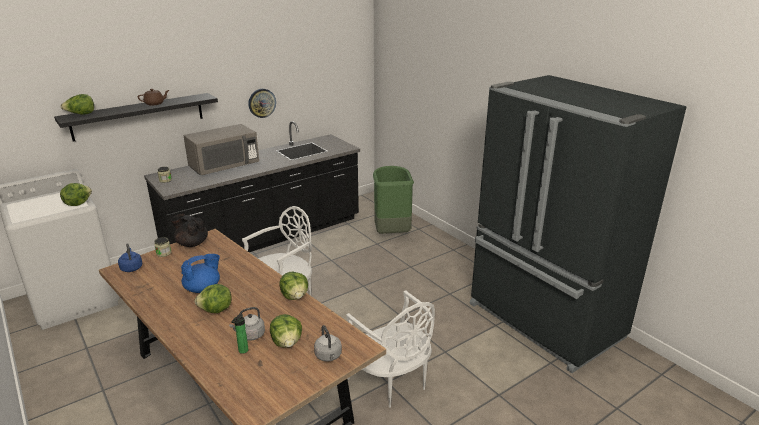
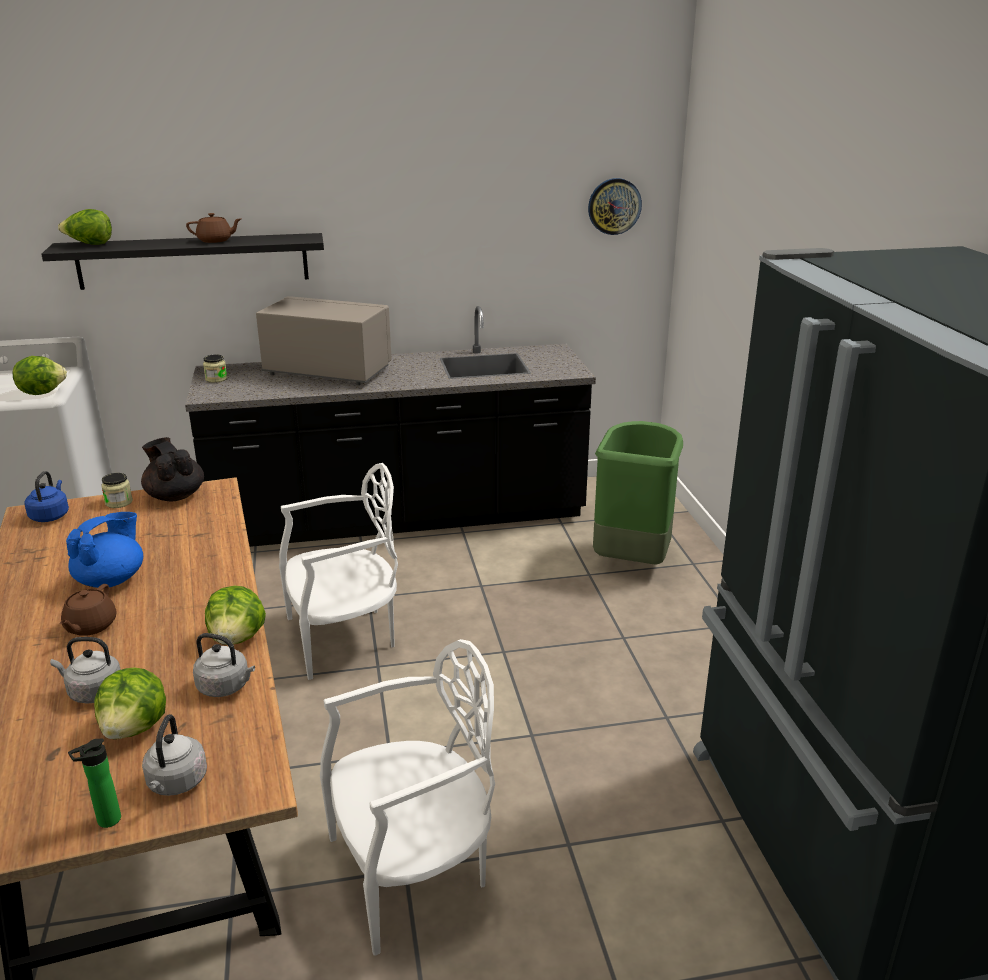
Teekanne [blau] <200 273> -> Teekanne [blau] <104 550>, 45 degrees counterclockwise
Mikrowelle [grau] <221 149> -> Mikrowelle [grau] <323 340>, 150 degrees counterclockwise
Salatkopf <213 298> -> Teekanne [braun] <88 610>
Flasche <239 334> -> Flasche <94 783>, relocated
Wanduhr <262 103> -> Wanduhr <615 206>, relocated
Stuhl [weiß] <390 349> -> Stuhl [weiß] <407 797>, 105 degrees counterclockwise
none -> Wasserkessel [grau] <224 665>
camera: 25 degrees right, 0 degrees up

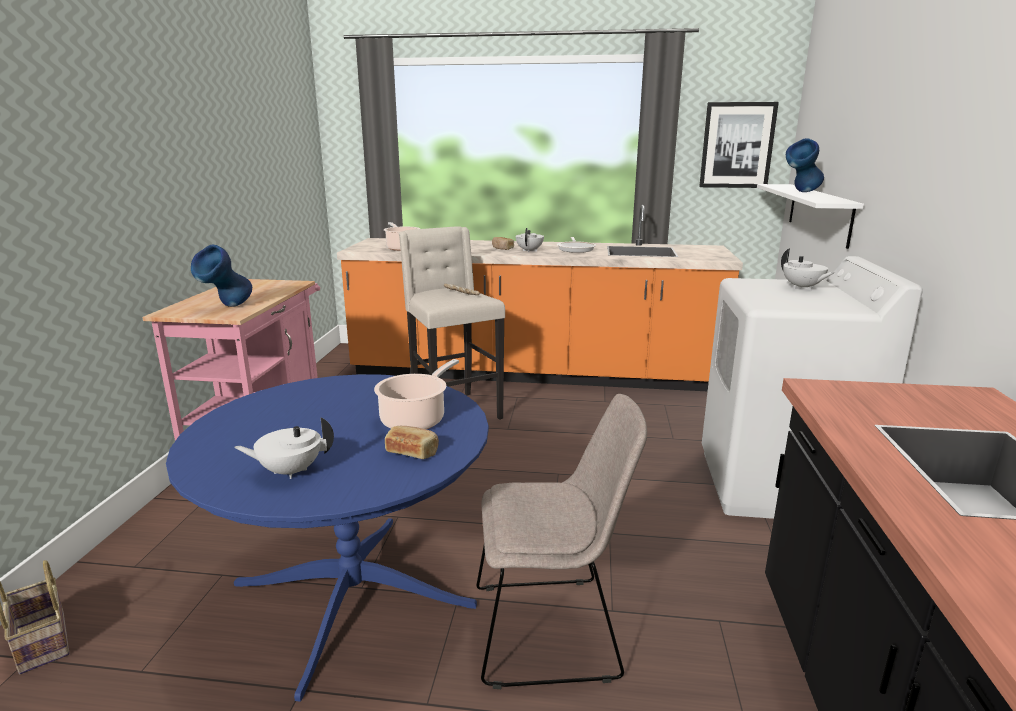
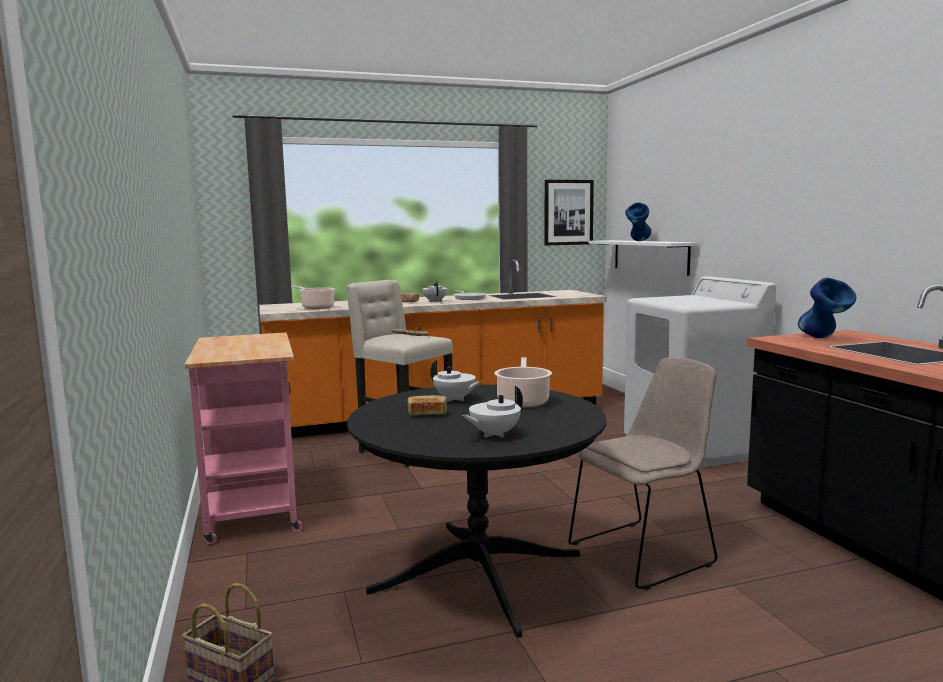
Esstisch [blau] <327 538> -> Esstisch [schwarz] <476 511>
Vase [blau] <221 275> -> Vase [blau] <827 308>, relocated
Brot <412 442> -> Brot <427 405>, relocated
Teekanne [weiß] <808 269> -> Teekanne [weiß] <456 381>, relocated
camera: 25 degrees left, 10 degrees down

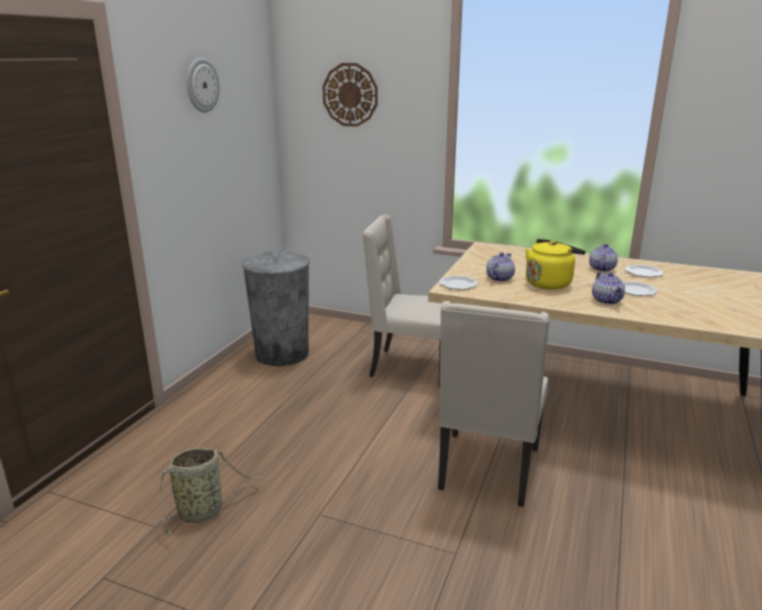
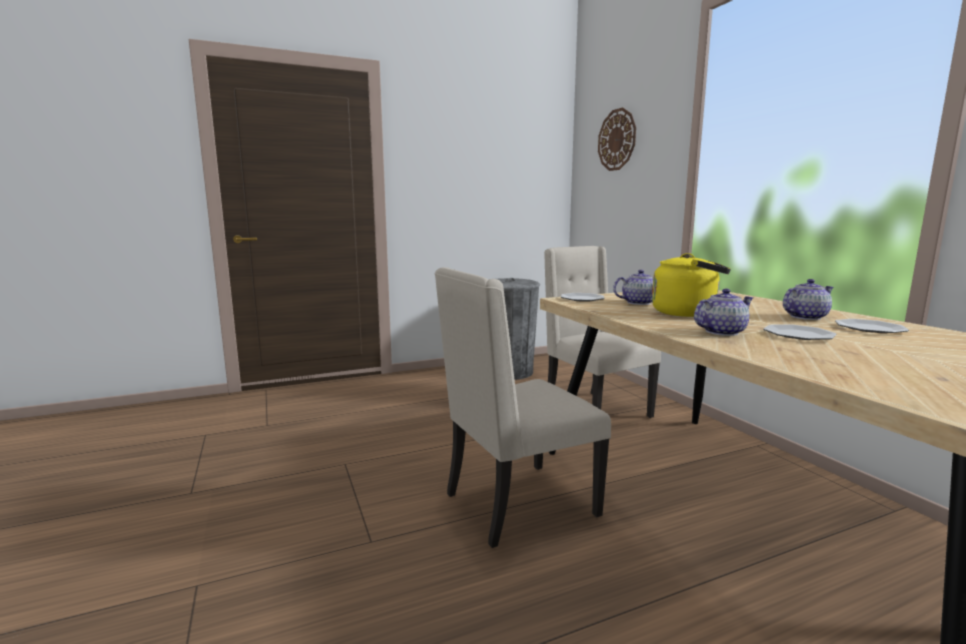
Korb <206 491> -> none
Wanduhr <203 85> -> none
Teekanne <608 288> -> Teekanne <723 312>, 150 degrees counterclockwise
camera: 45 degrees right, 10 degrees down

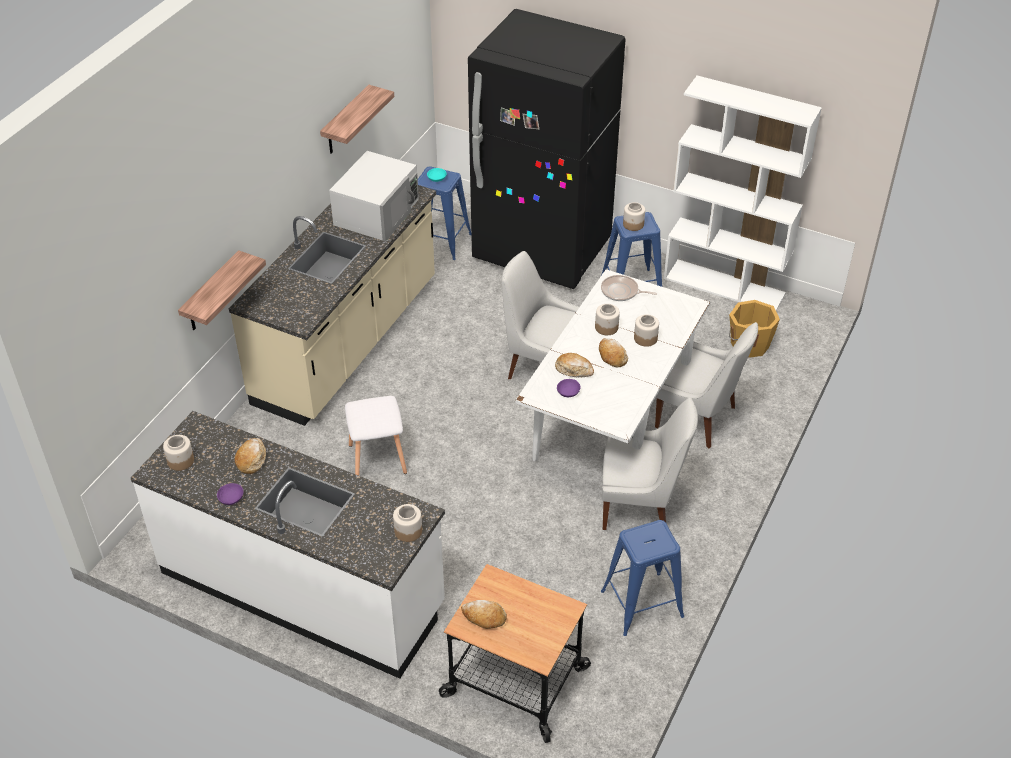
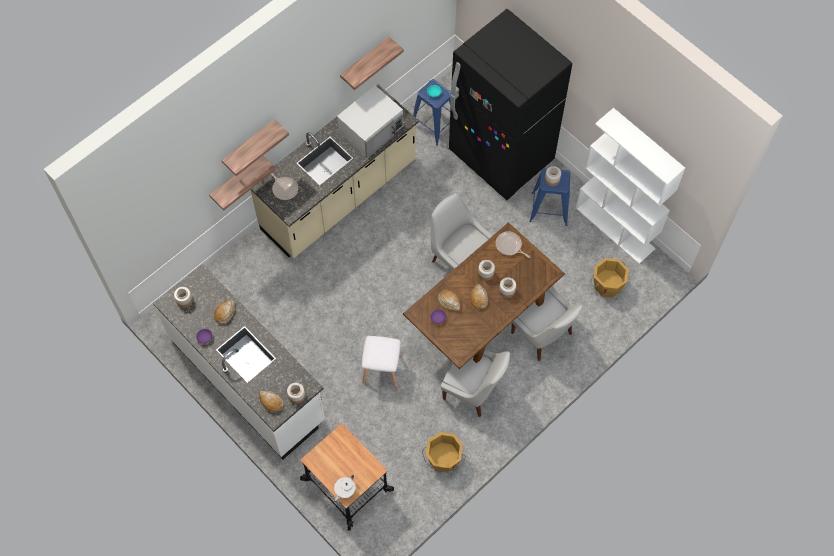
Hocker [weiß] <376 436> -> Hocker [weiß] <381 361>, relocated
Brot <484 614> -> Brot <271 401>, relocated
Esstisch [weiß] <612 365> -> Esstisch [braun] <484 295>
Hocker [blau] <642 578> -> Eimer [orange] <444 452>
none -> Wandregal <255 147>
none -> Pfanne <284 186>
none -> Teekanne [weiß] <344 488>
camera: 20 degrees right, 20 degrees up

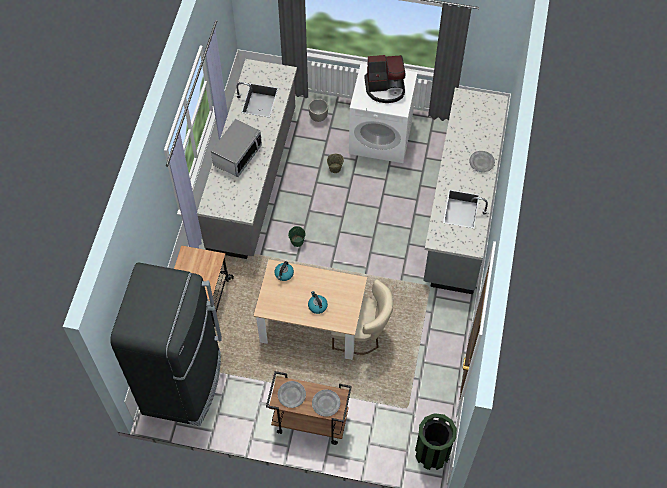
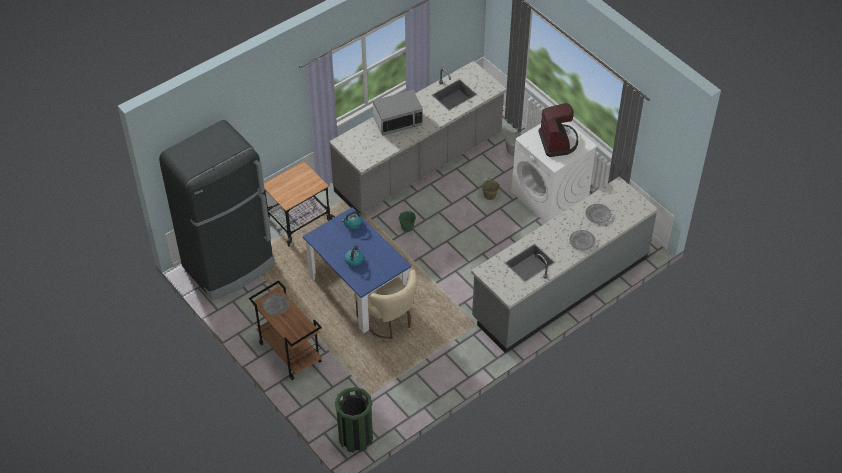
Esstisch [beige] <310 309> -> Esstisch [blau] <357 270>
Teller [grau] <326 403> -> Teller [grau] <598 213>, relocated
Kaffeemaschine <385 79> -> Kaffeemaschine <558 130>, 135 degrees counterclockwise
camera: 40 degrees right, 10 degrees down

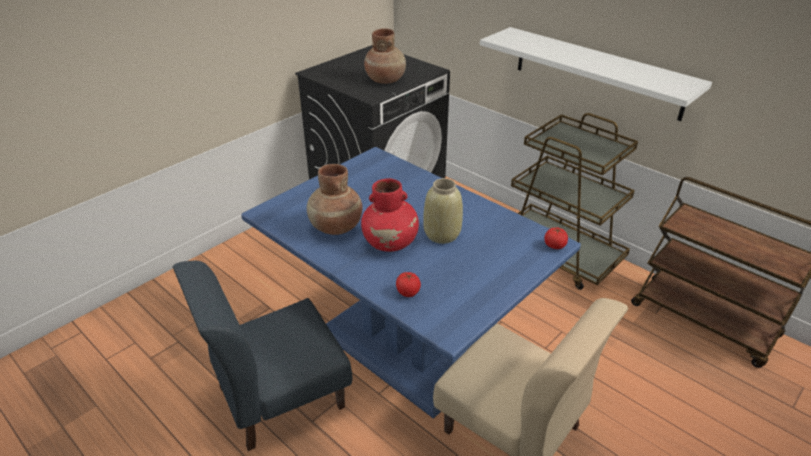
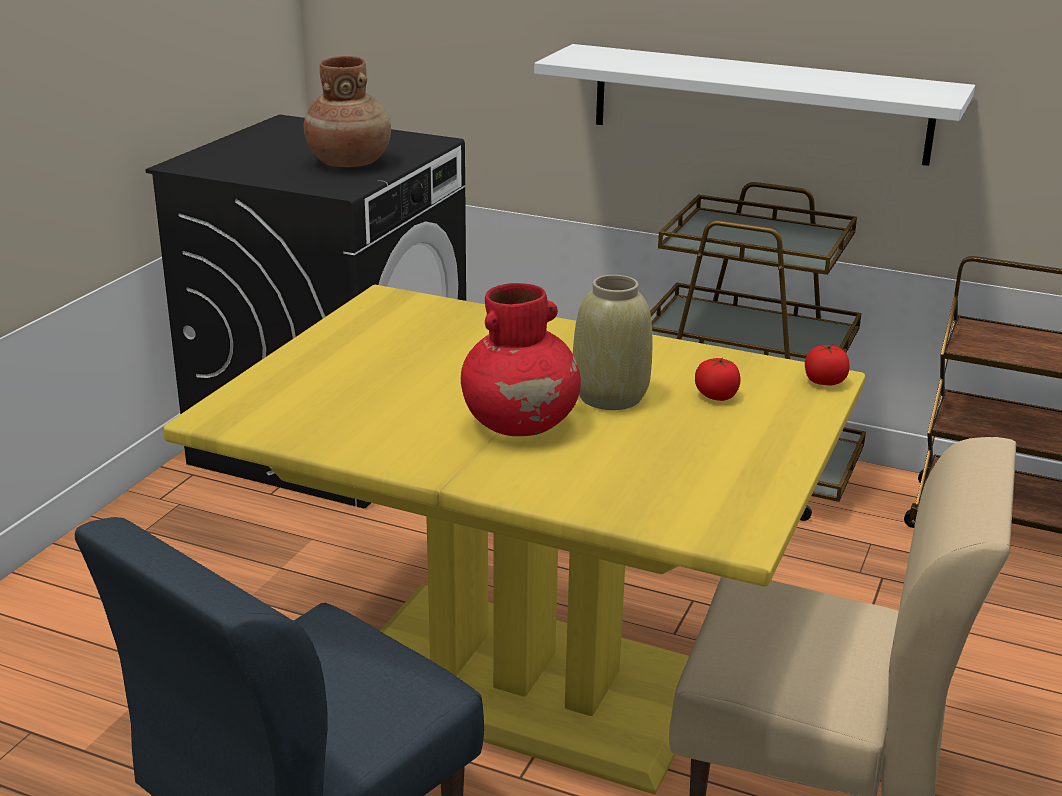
Esstisch [blau] <411 283> -> Esstisch [gelb] <514 540>
Vase [braun] <334 199> -> none
Tomate <408 284> -> Tomate <718 379>, relocated
camera: 20 degrees left, 10 degrees down

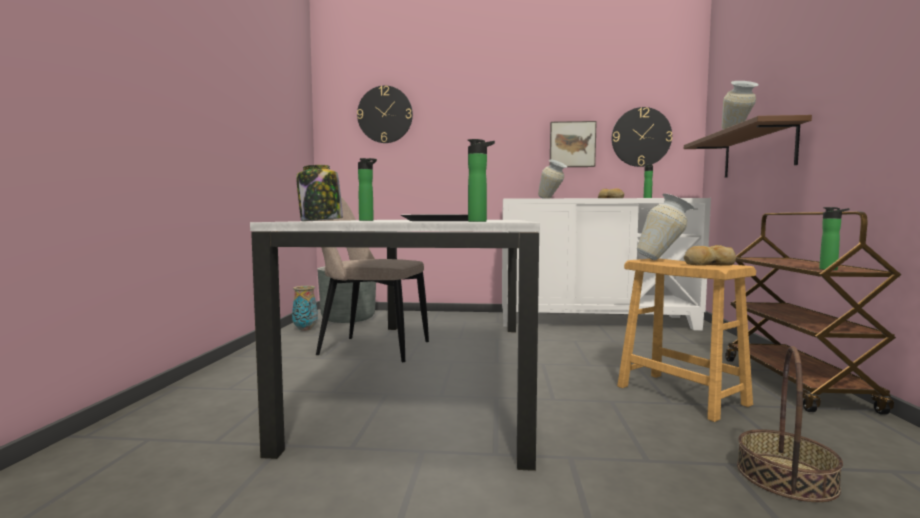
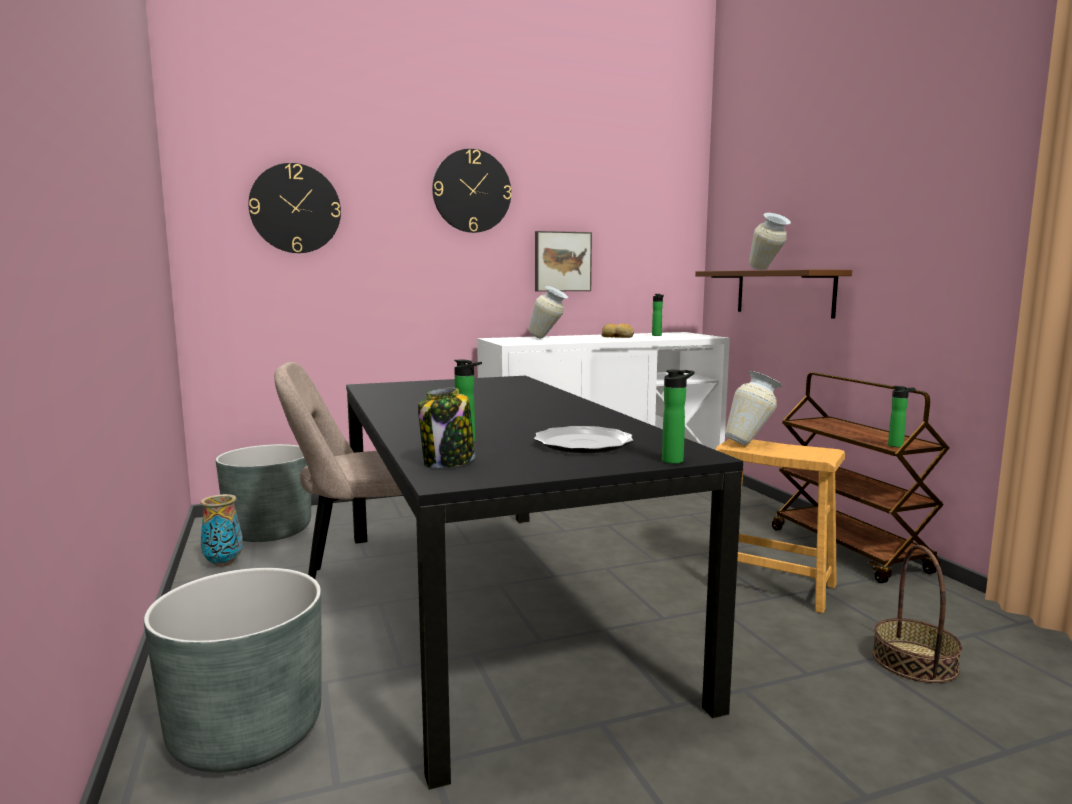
Esstisch [weiß] <395 345> -> Esstisch [schwarz] <545 583>
Wanduhr <642 137> -> Wanduhr <471 191>, relocated
Brot <710 255> -> none
none -> Pflanzkübel [grau] <232 670>
camera: 25 degrees left, 5 degrees up

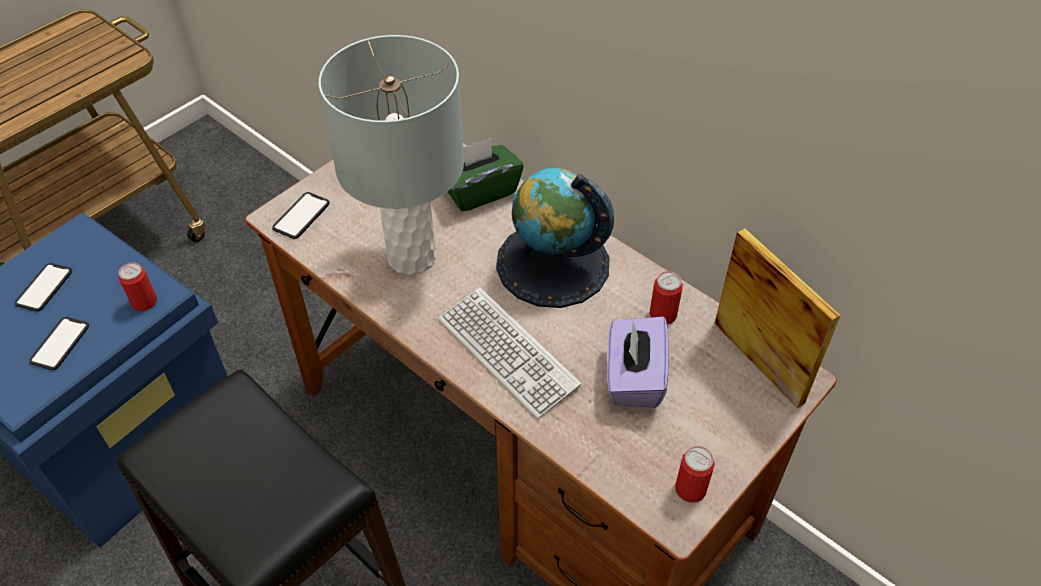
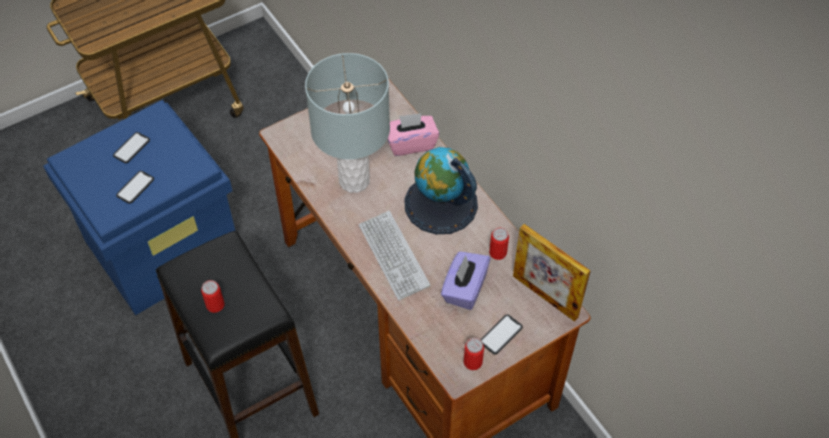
Dose <137 286> -> Dose <212 296>, relocated
Handy <301 215> -> Handy <501 334>, relocated
Taschentuchbox [grün] <485 175> -> Taschentuchbox [rosa] <413 134>
Bilderrahmen <777 318> -> Bilderrahmen <551 273>, 150 degrees clockwise
camera: 15 degrees right, 5 degrees up

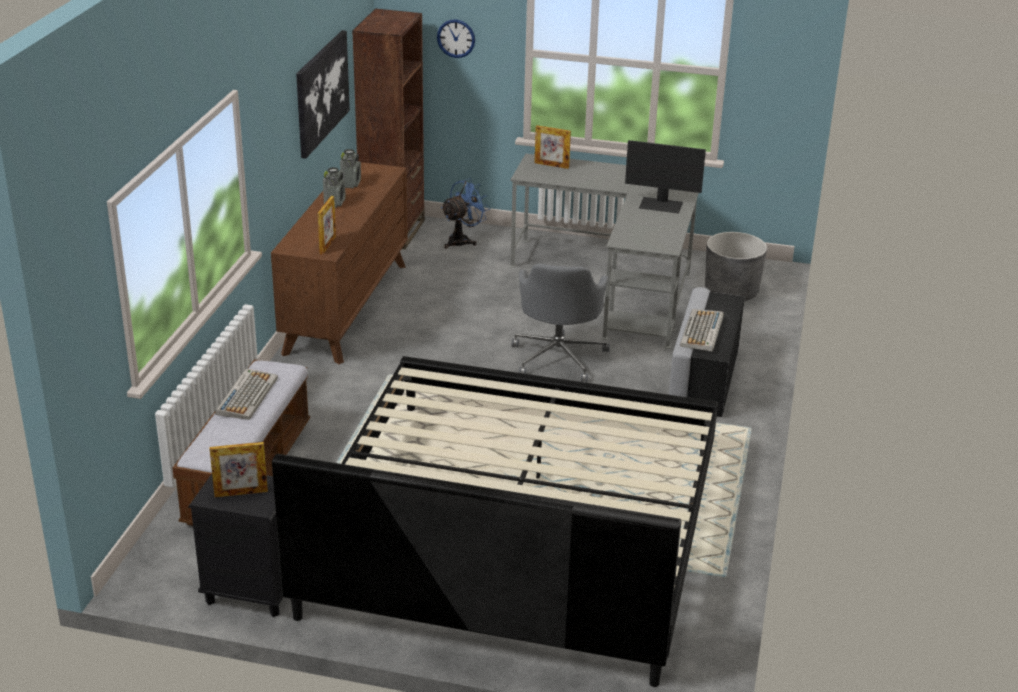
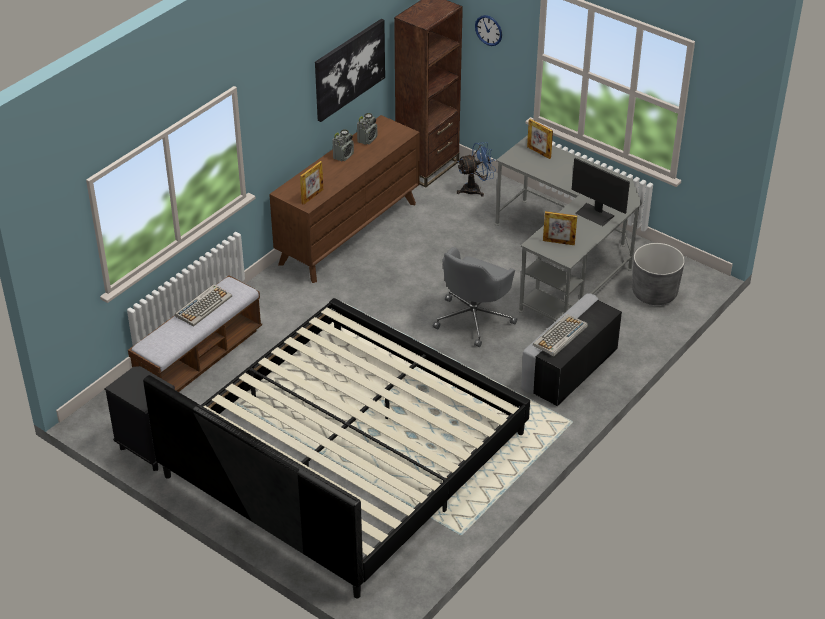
Bilderrahmen <238 469> -> Bilderrahmen <560 228>, relocated
camera: 25 degrees right, 10 degrees up

